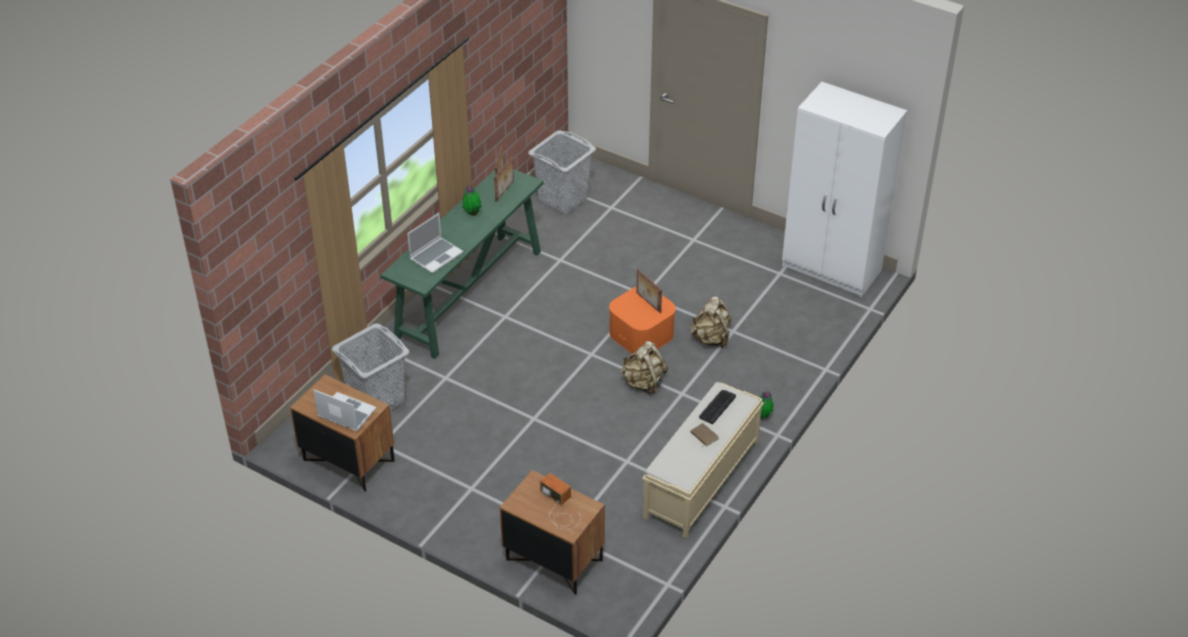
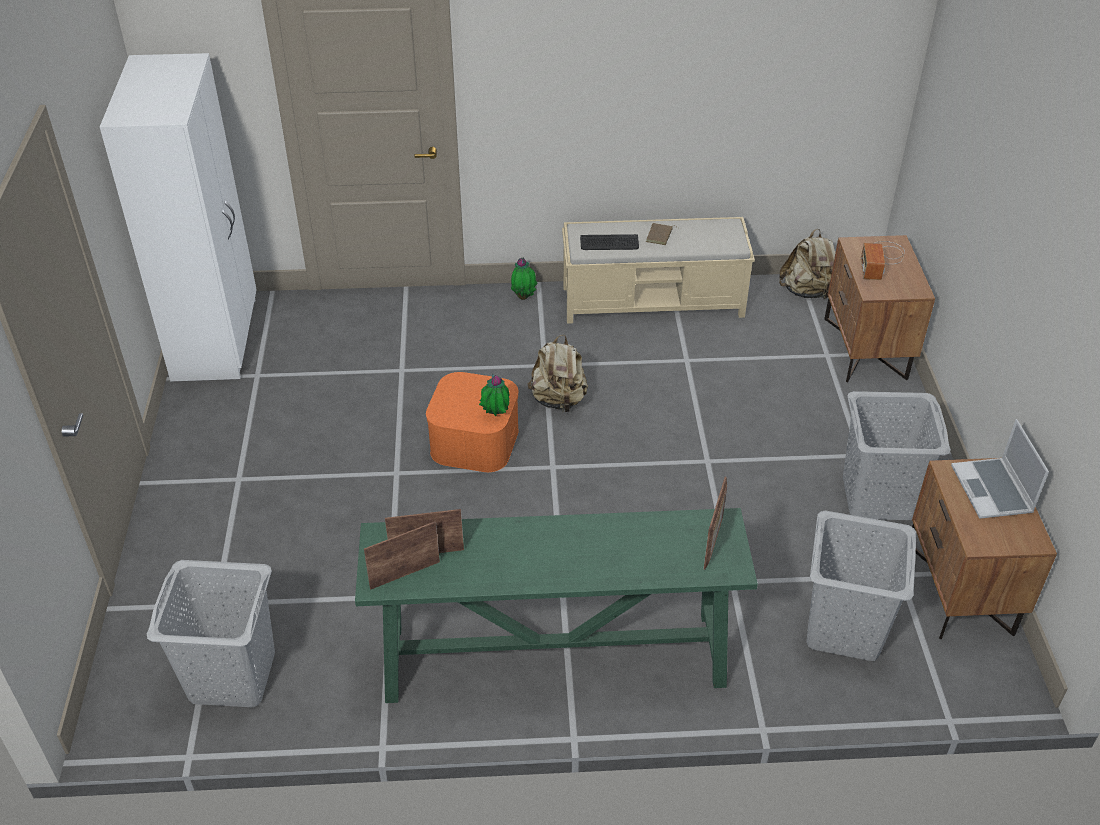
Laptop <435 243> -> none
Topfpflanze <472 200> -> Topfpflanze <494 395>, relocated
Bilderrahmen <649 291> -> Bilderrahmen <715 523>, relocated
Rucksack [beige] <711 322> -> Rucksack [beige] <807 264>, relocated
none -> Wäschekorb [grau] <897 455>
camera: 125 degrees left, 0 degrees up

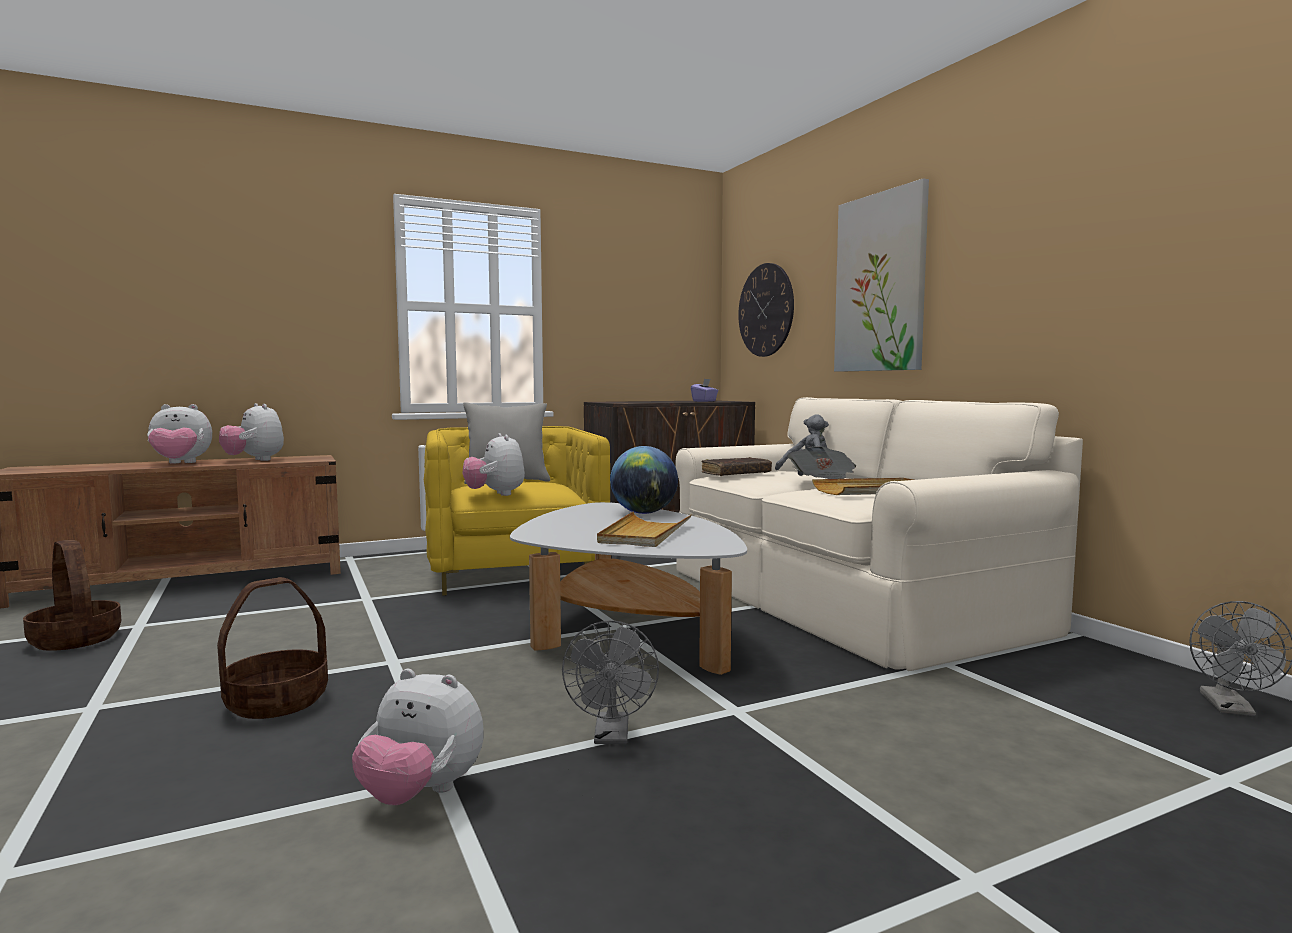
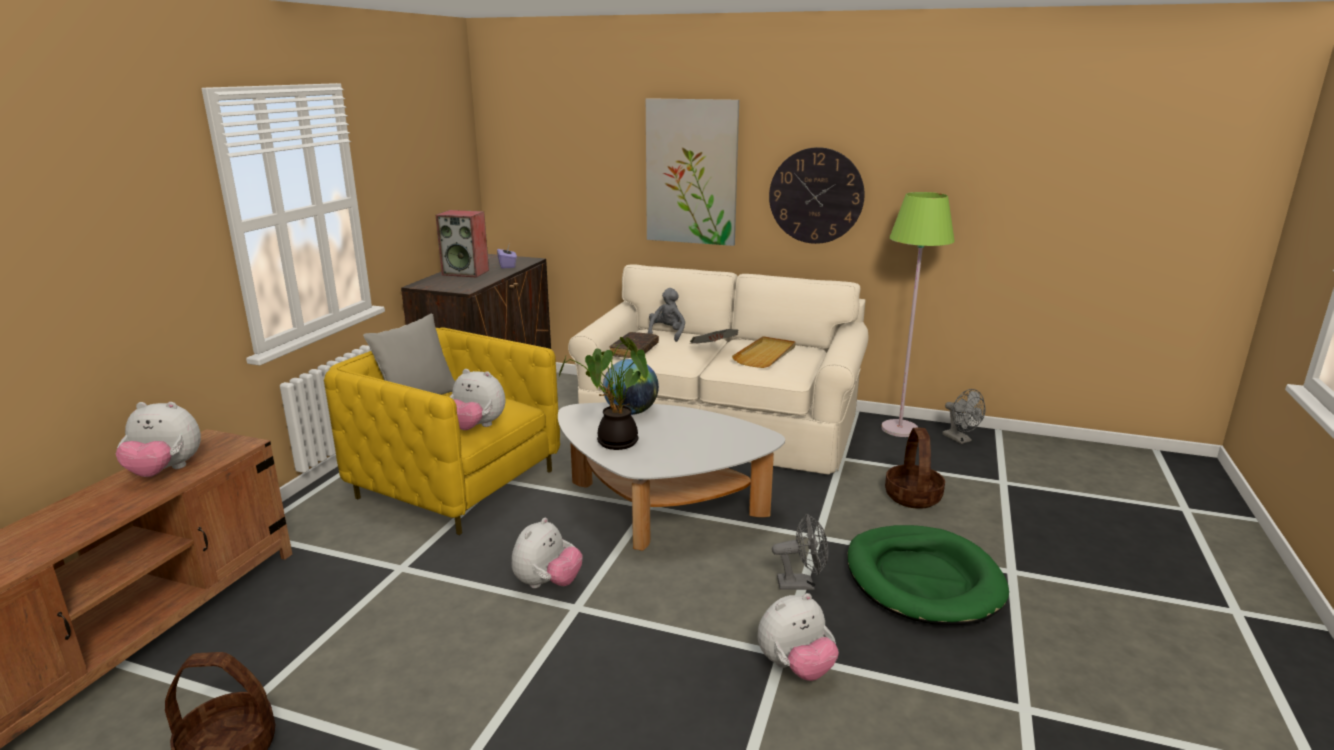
Plüschtier <179 434> -> Plüschtier <547 553>, relocated
Korb <272 648> -> Korb <915 468>, relocated
Ventilator [grau] <610 682> -> Ventilator [grau] <800 552>, 45 degrees counterclockwise
Tablett [beige] <644 529> -> none
Wanduhr <766 310> -> Wanduhr <817 195>, relocated
none -> Lautsprecher <462 244>
none -> Topfpflanze <603 393>
none -> Hundebett [grün] <928 575>
none -> Stehlampe [grün] <917 314>
camera: 45 degrees left, 15 degrees up

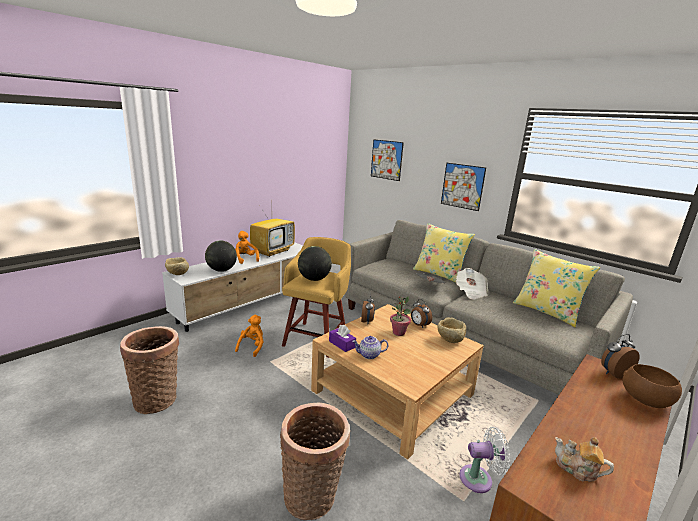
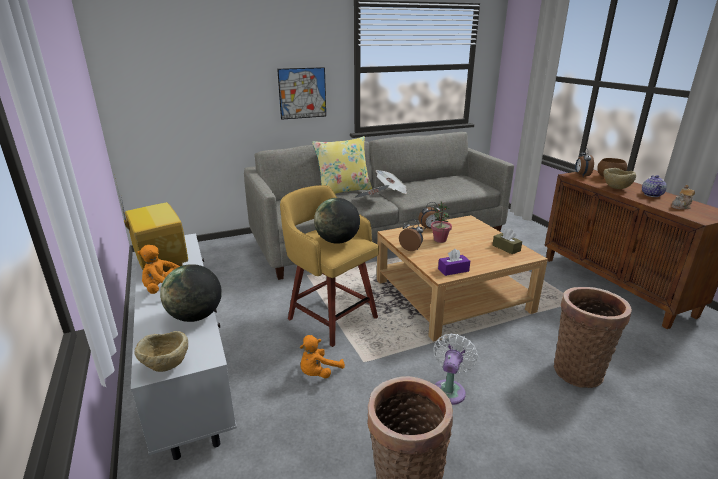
Plüschtier [orange] <249 336> -> Plüschtier [orange] <322 356>, 90 degrees counterclockwise
Teekanne <370 347> -> Teekanne <654 186>, relocated
Bild <387 160> -> none
Schüssel [beige] <451 330> -> Schüssel [beige] <619 178>, relocated
Ventilator [weiß] <484 460> -> Ventilator [weiß] <455 369>, relocated
Kissen [gelb] <556 288> -> none
none -> Taschentuchbox [braun] <507 241>
camera: 65 degrees left, 5 degrees up

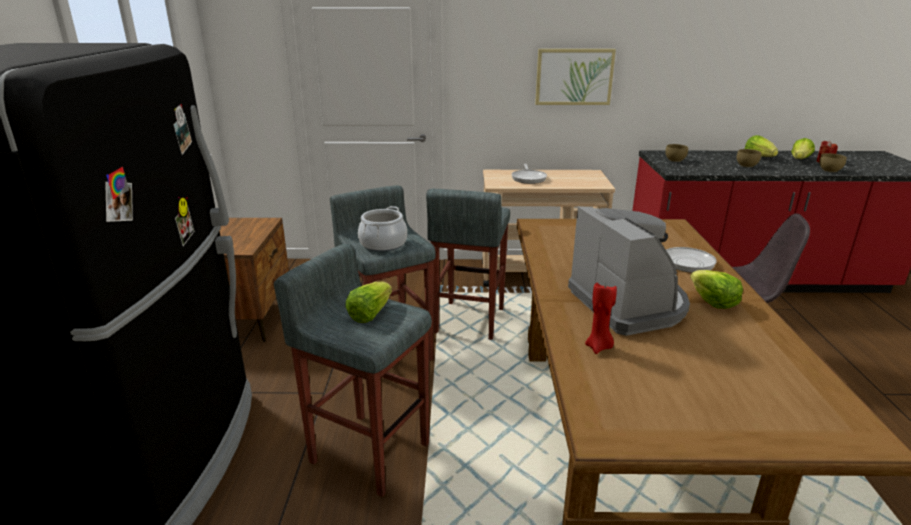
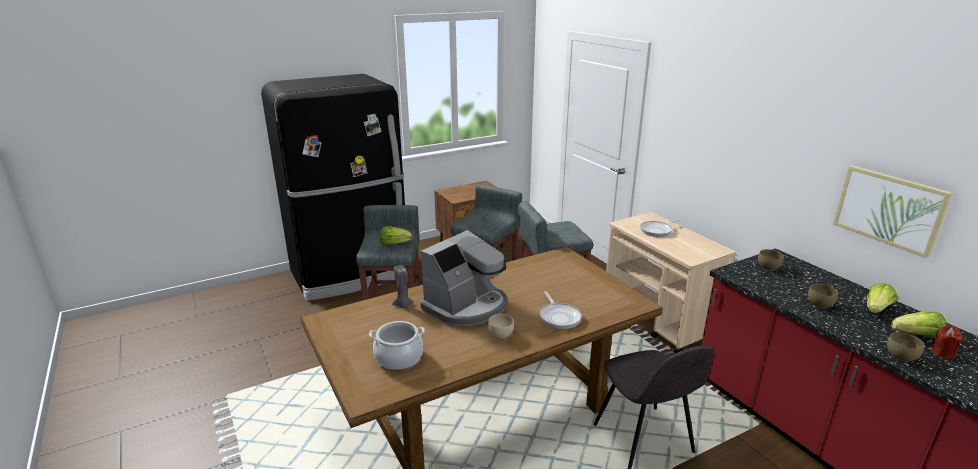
Kochtopf <382 229> -> Kochtopf <397 345>, relocated
Bild <575 77> -> Bild <893 211>, relocated
Kerze [rot] <601 318> -> Kerze [grau] <403 286>
Salatkopf <716 289> -> Schüssel [beige] <501 326>
camera: 60 degrees right, 0 degrees up

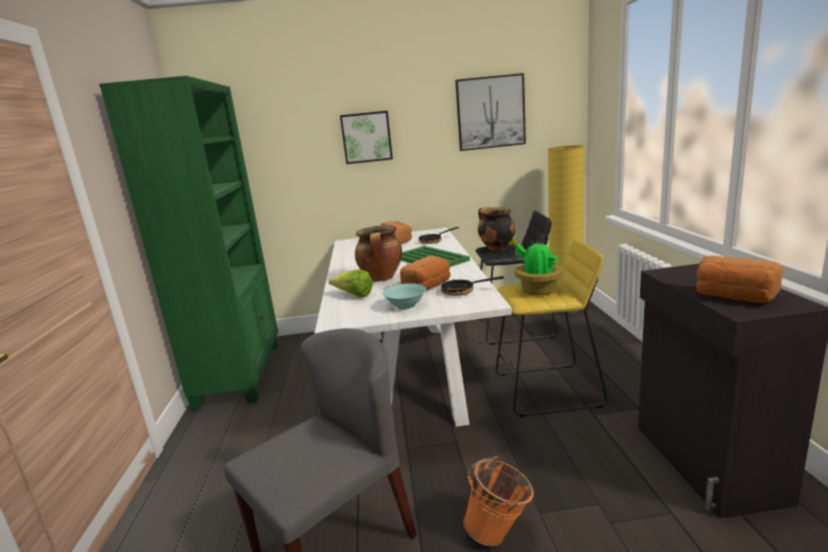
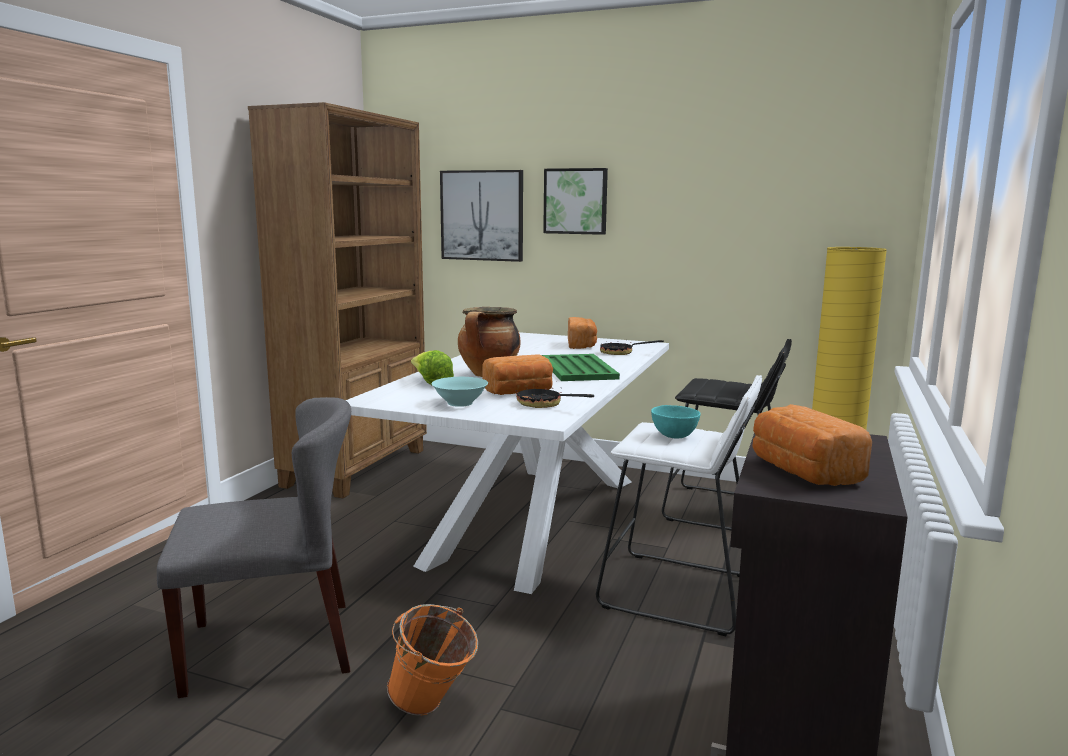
Bücherregal [grün] <188 243> -> Bücherregal [braun] <337 300>
Bild <490 112> -> Bild <481 216>, relocated
Kochtopf <496 229> -> none
Hocker [gelb] <551 328> -> Hocker [weiß] <679 505>
Topfpflanze <535 266> -> Schüssel [türkis] <676 421>
camera: 25 degrees right, 5 degrees down

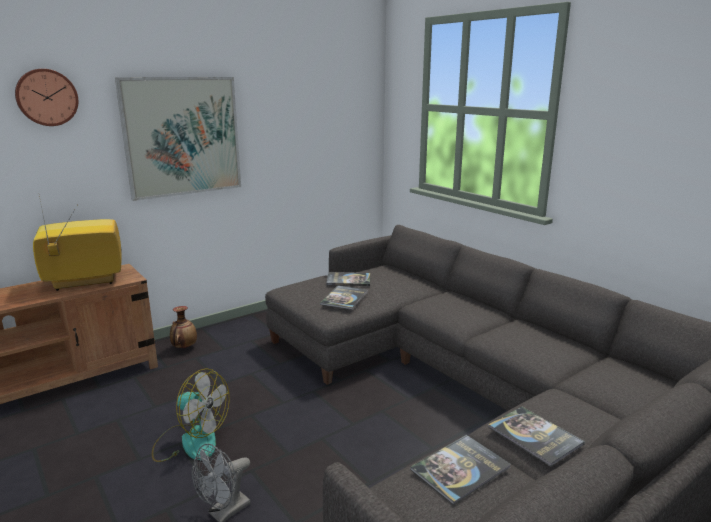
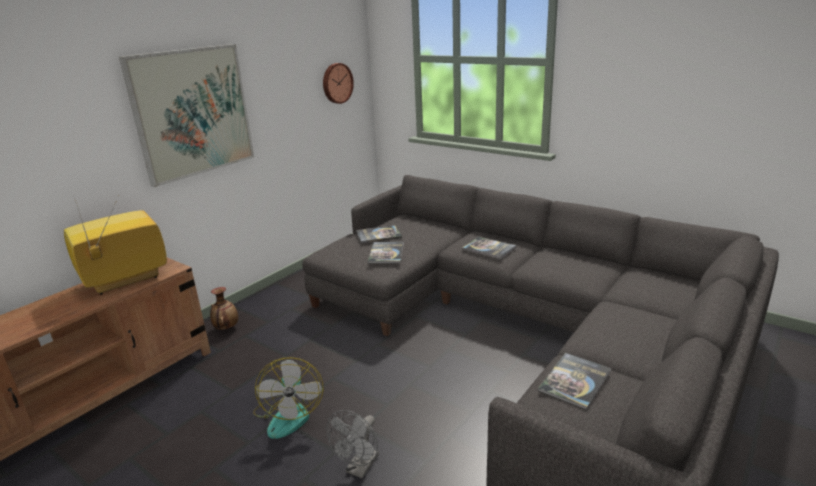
Wanduhr <46 97> -> Wanduhr <338 83>, relocated
Ventilator <191 415> -> Ventilator <288 398>, 75 degrees clockwise
Buch <536 436> -> Buch <489 248>, relocated
camera: 15 degrees left, 5 degrees up

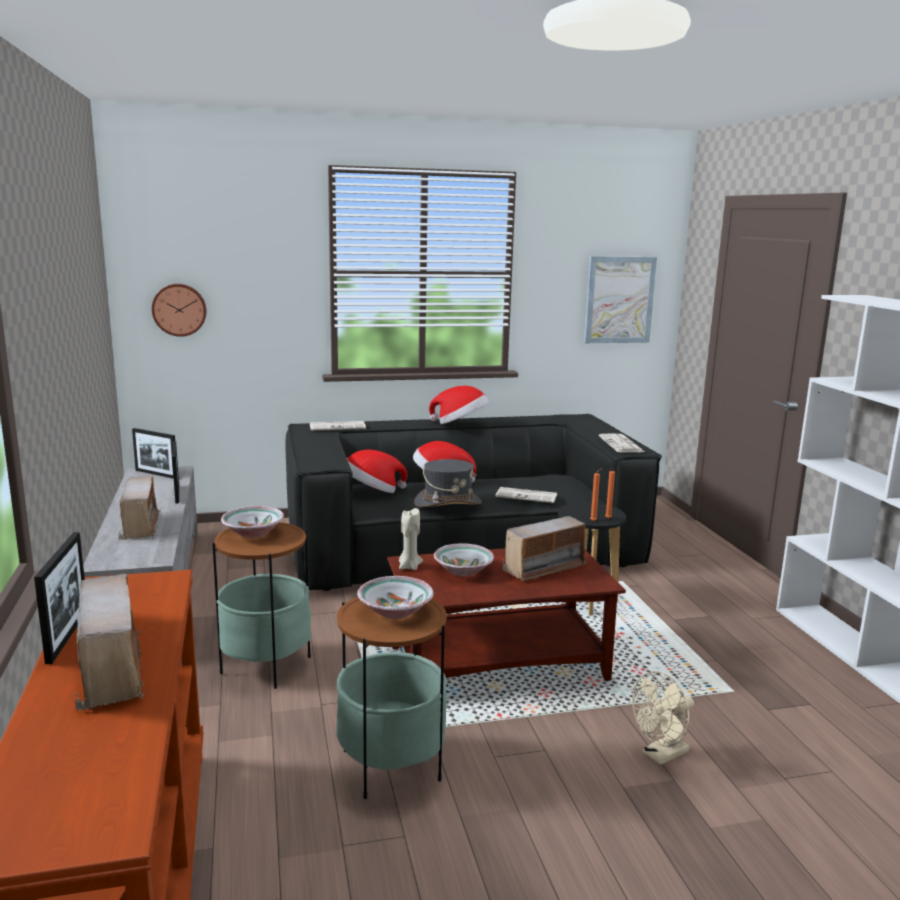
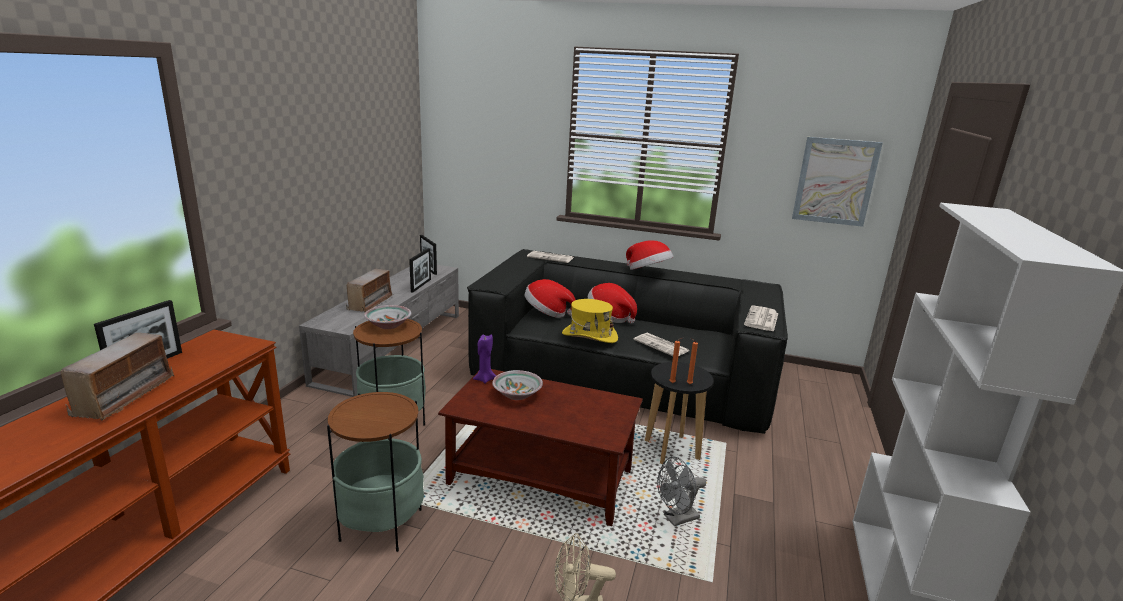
Wanduhr <179 310> -> none
Schüssel <395 597> -> none
Kerze [beige] <411 539> -> Kerze [lila] <484 358>
Hut [grau] <448 483> -> Hut [gelb] <590 321>
Radio <544 549> -> none
none -> Ventilator [grau] <681 491>
camera: 30 degrees right, 5 degrees up

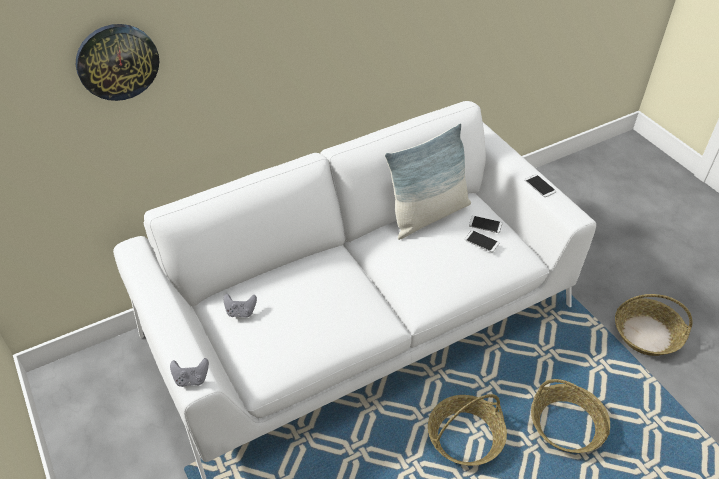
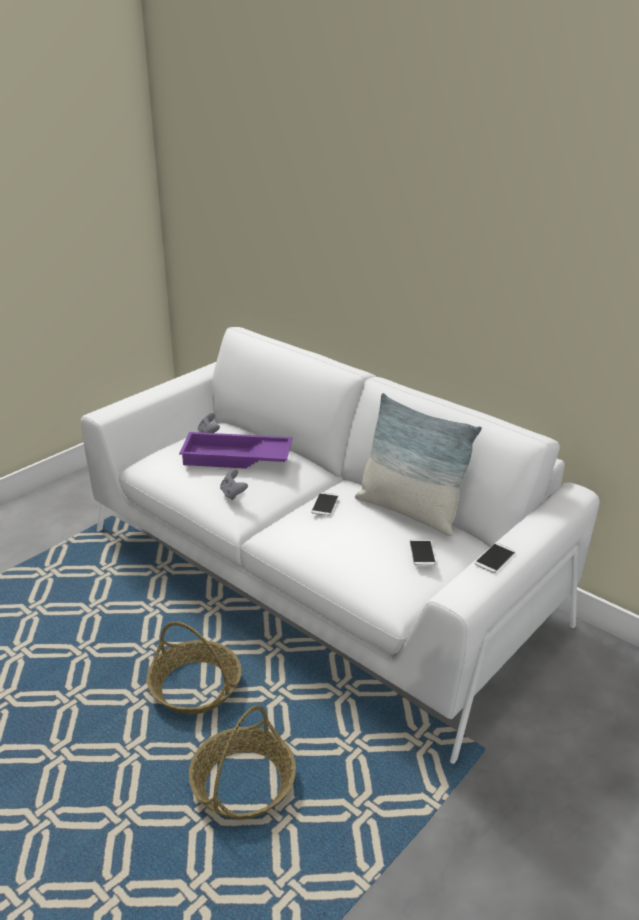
Wanduhr <117 62> -> none
Gamepad [grau] <189 372> -> Gamepad [grau] <234 484>, relocated
Handy <481 241> -> Handy <324 504>, relocated
Korb <654 325> -> none
none -> Tablett [lila] <235 450>
camera: 70 degrees right, 15 degrees down

